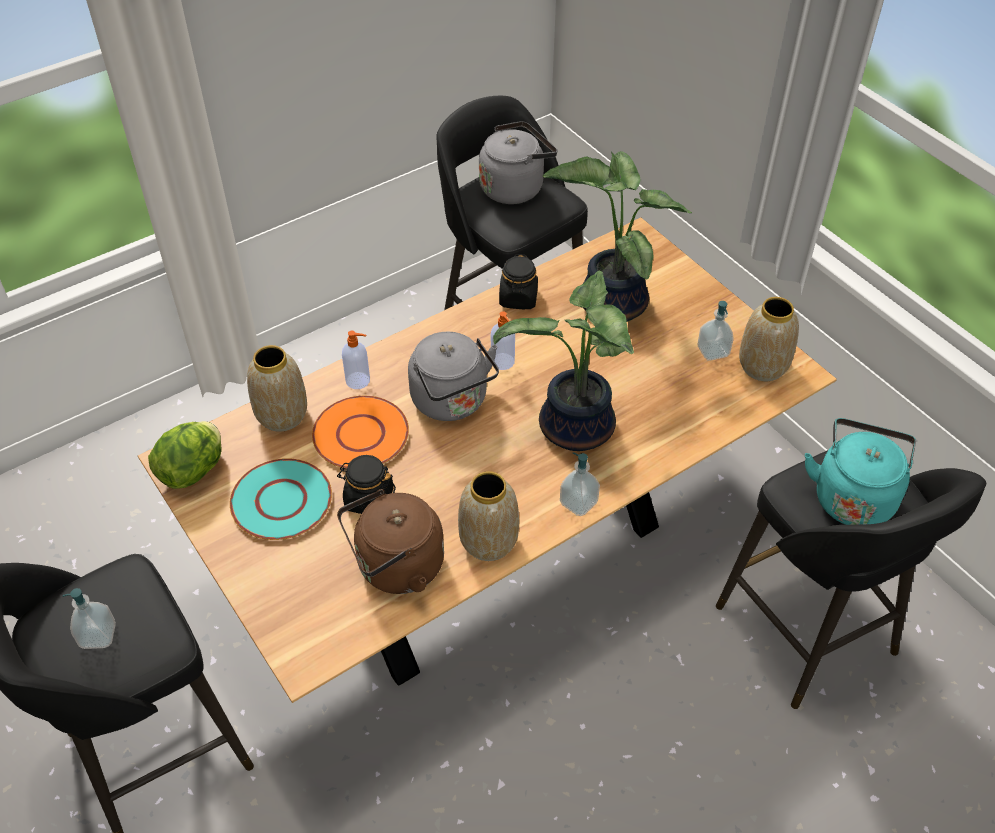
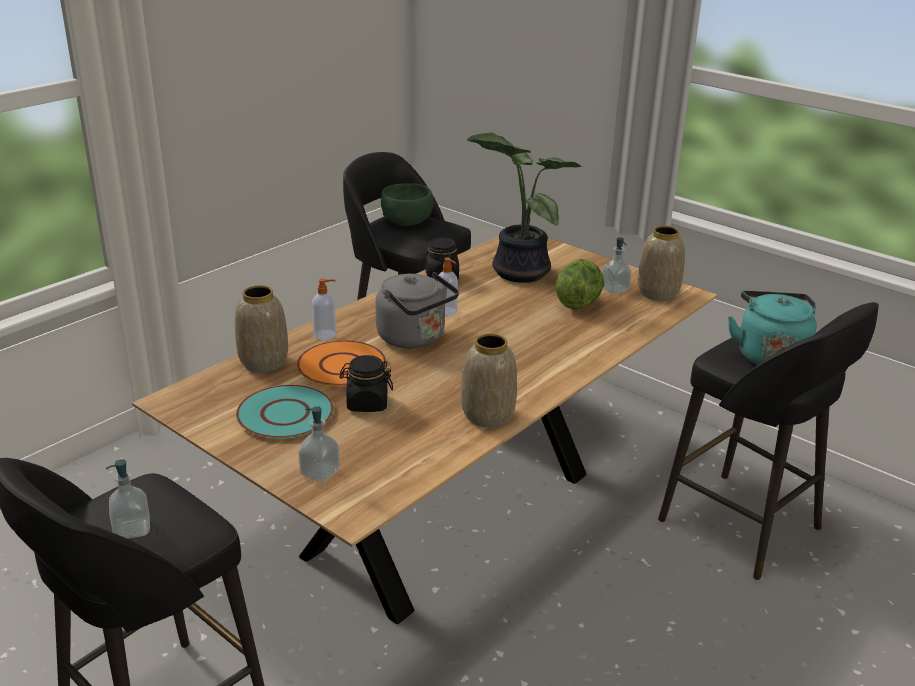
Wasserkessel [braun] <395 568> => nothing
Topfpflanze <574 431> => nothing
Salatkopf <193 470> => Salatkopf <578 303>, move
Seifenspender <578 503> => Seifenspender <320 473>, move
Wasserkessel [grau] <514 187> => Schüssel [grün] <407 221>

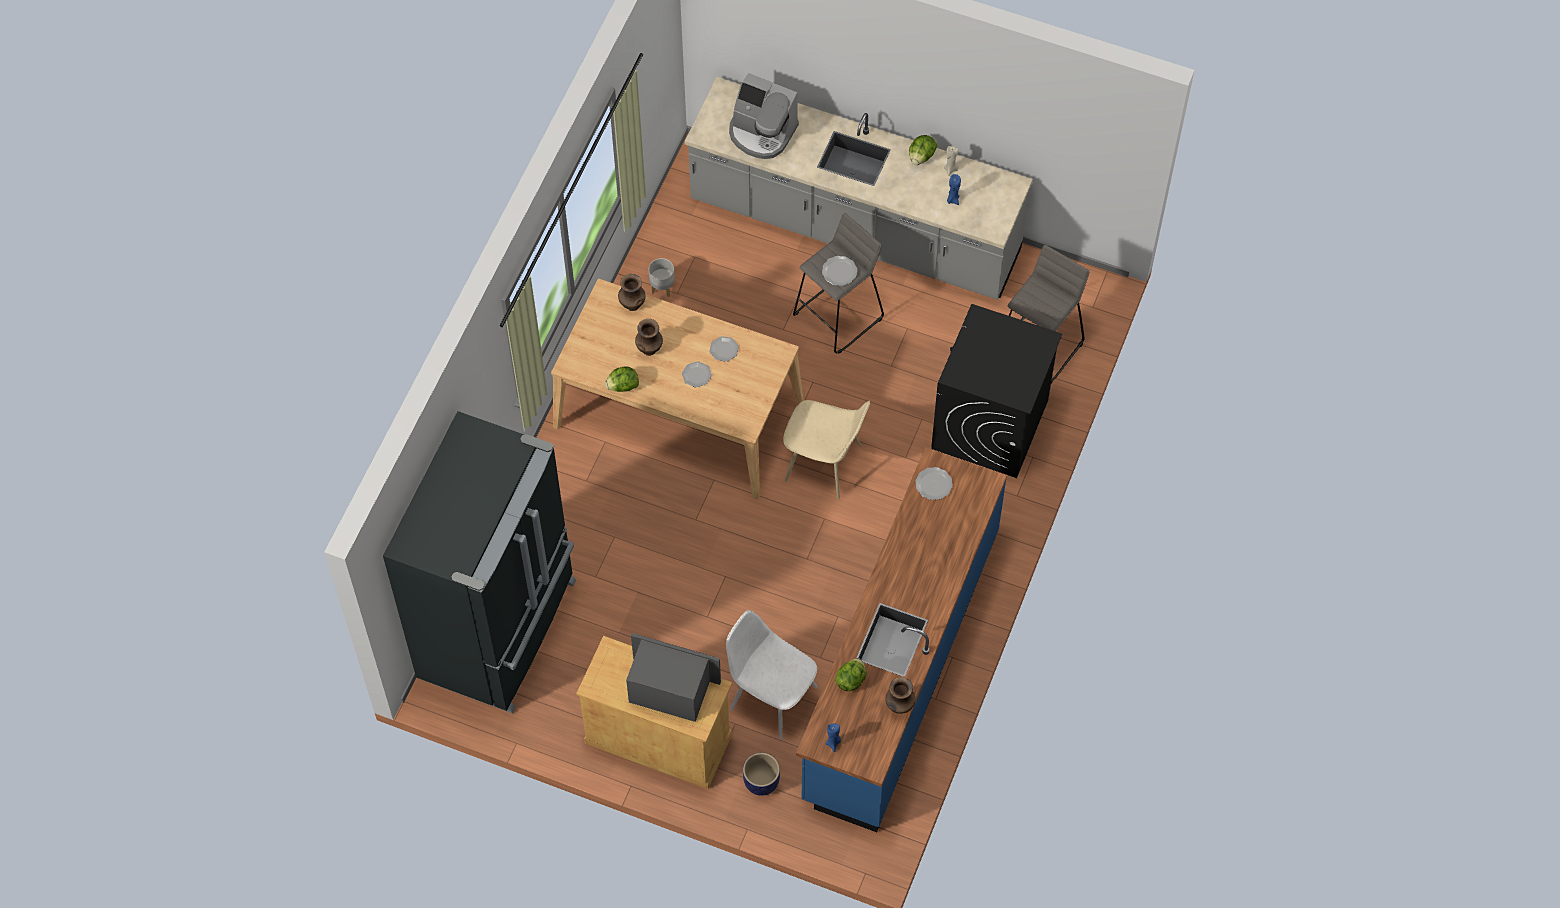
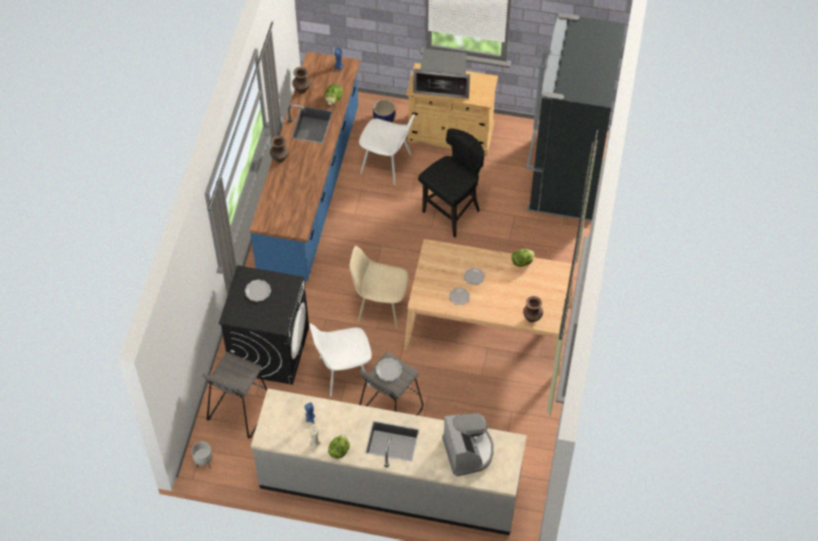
nothing => Stuhl [weiß] <342 372>
nothing => Hocker [schwarz] <451 214>
Vase [braun] <649 349> => Vase [braun] <280 159>, move
Pflanzkübel [grau] <662 287> => Pflanzkübel [grau] <204 462>, move
Teller <933 484> => Teller <258 291>, move
Kaffeemaschine <762 132> => Kaffeemaschine <468 451>, 60 degrees clockwise

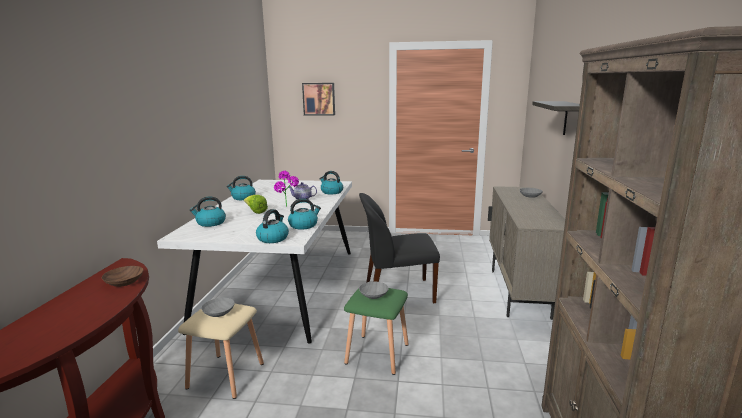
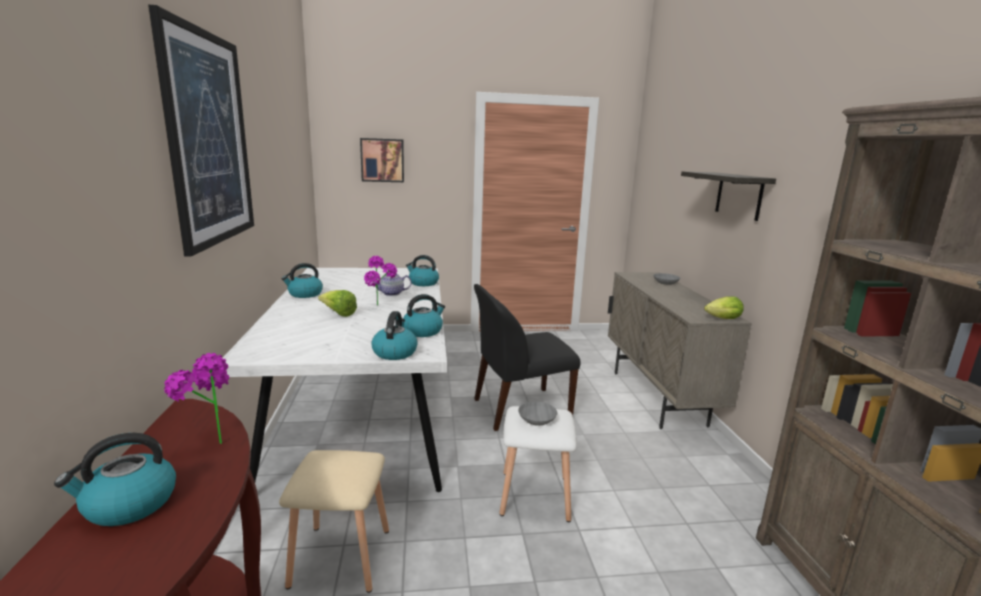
Schüssel [grau] <218 312> => nothing
nothing => Bild <209 139>
nothing => Salatkopf <721 319>
Wasserkessel <210 223> => Wasserkessel <129 505>, move
Schüssel [braun] <123 282> => Topfpflanze <209 442>
Hocker [grün] <377 354> => Hocker [weiß] <535 496>

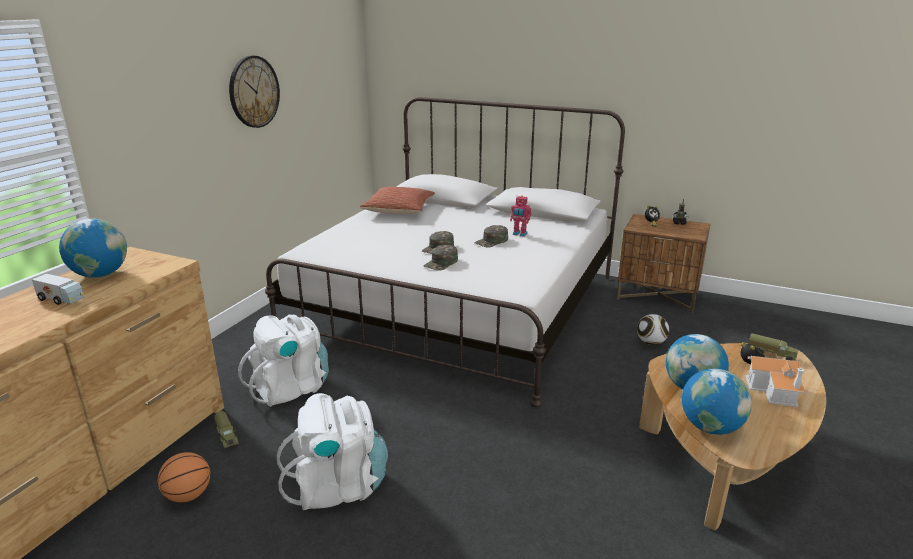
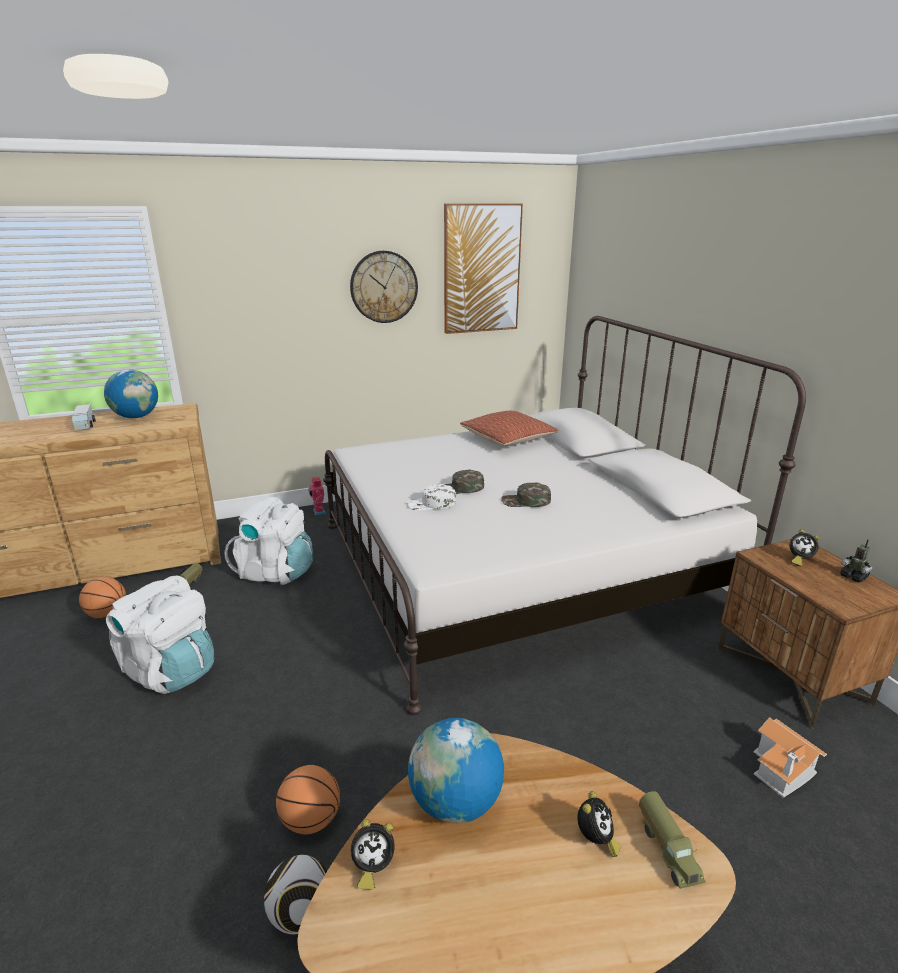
nothing => Basketball <311 820>
nothing => Bild <481 269>
Spielzeugroboter <519 234> => Spielzeugroboter <318 512>, move
Fußball <651 342> => Fußball <302 914>, move
Spielzeughaus <775 390> => Spielzeughaus <783 770>, move
Globus <710 427> => Wecker <372 867>
Kappe [grün] <441 263> => Kappe [weiß] <431 504>

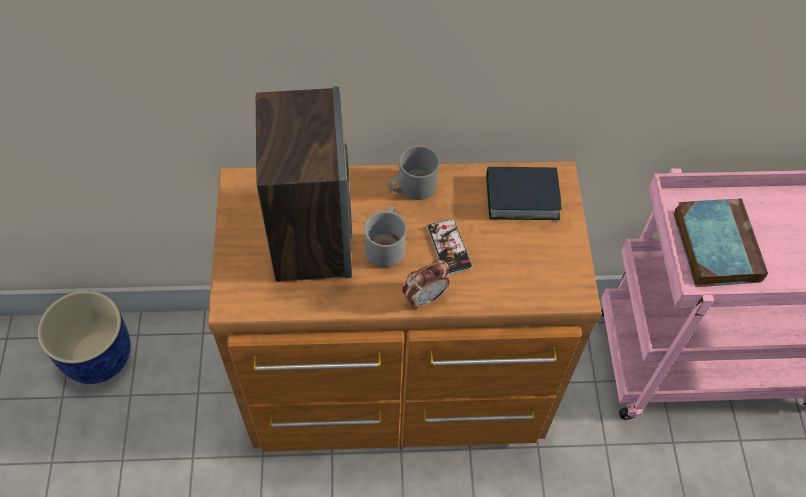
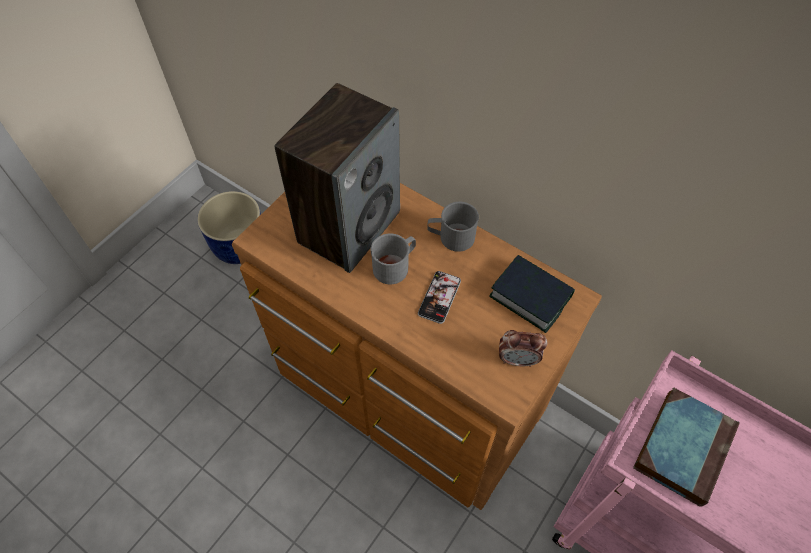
Wecker <425 298> => Wecker <517 359>, move

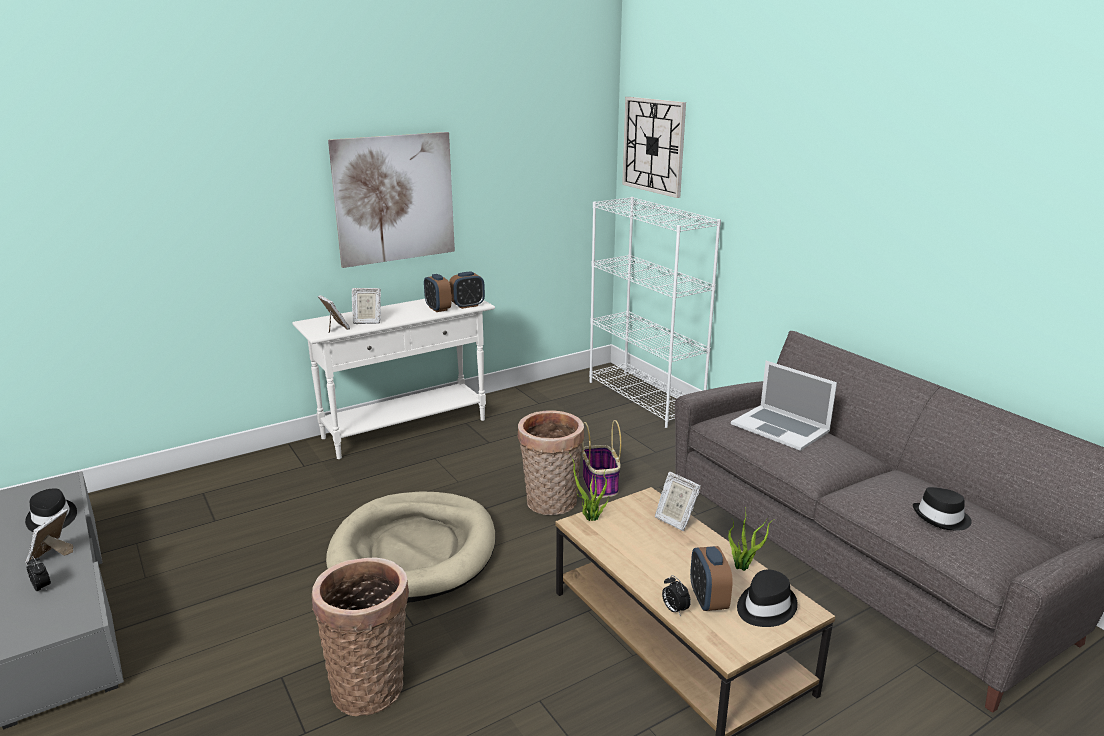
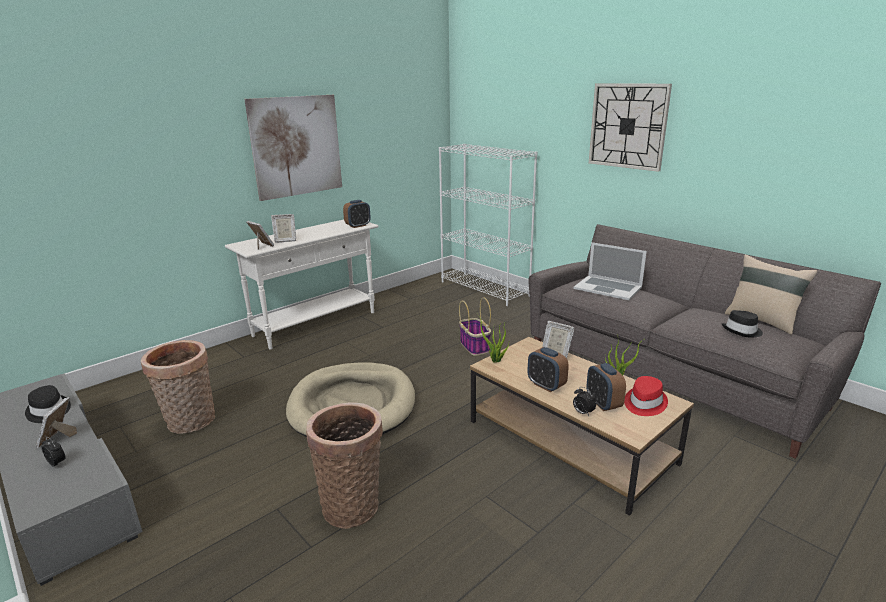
nothing => Kissen [beige] <762 320>
Wecker <438 308> => Wecker <546 385>, move
Korb <551 504> => Korb <190 423>, move
Wanduhr <653 146> => Wanduhr <628 126>, move
Hut [schwarz] <764 607> => Hut [rot] <644 403>

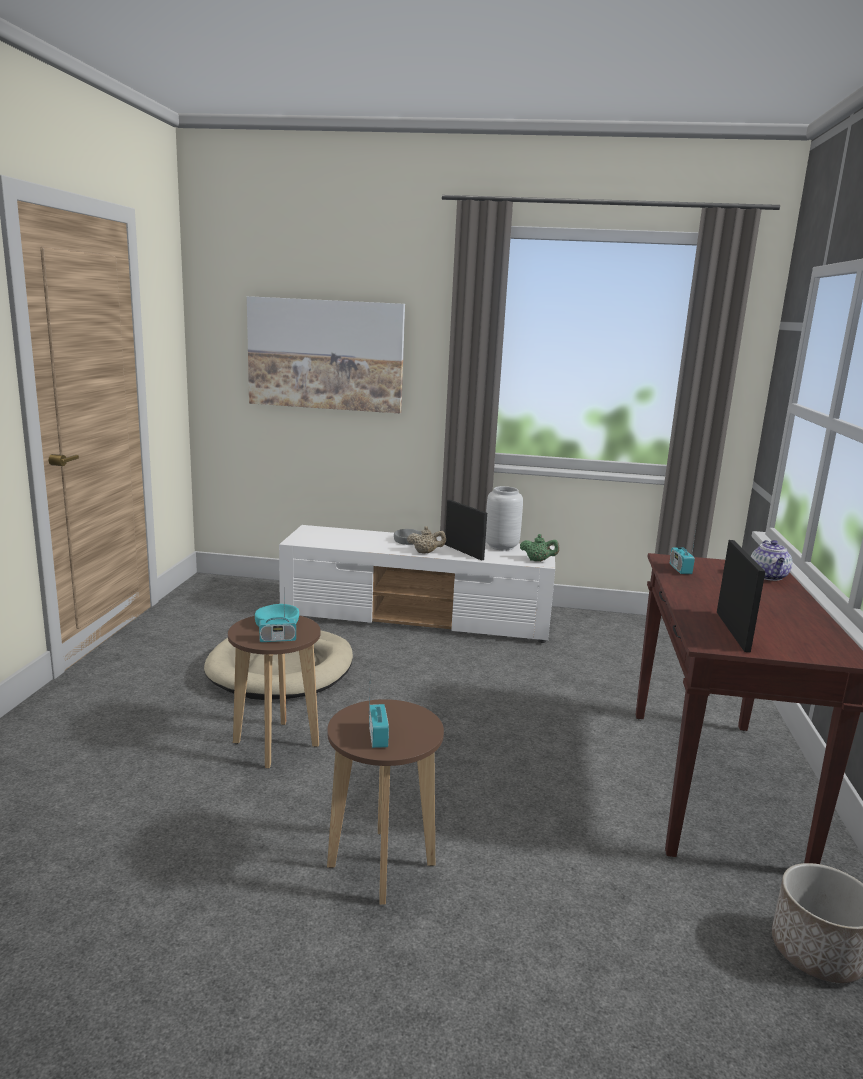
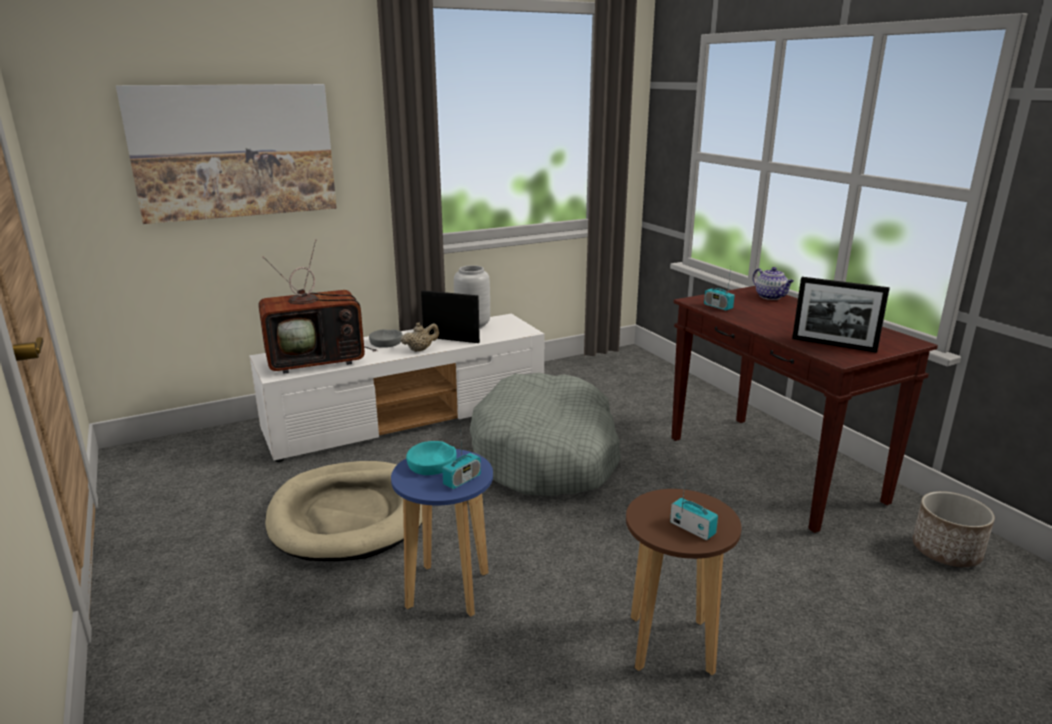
Teekanne [grün] <538 560> => nothing
nothing => Fernseher <318 360>
nothing => Hundebett [grau] <546 455>
Hocker [braun] <276 744> => Hocker [blau] <448 590>
Bilderrahmen <732 631> => Bilderrahmen <833 345>, 150 degrees clockwise

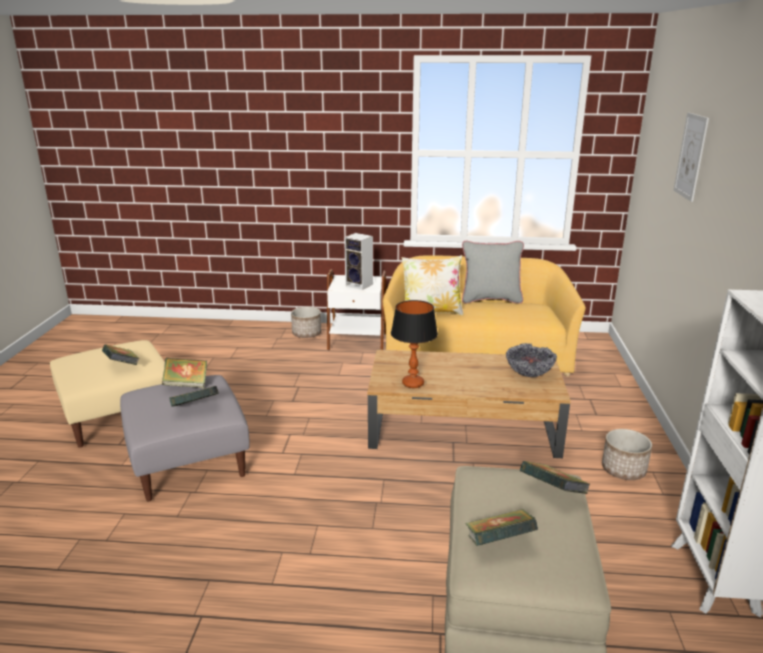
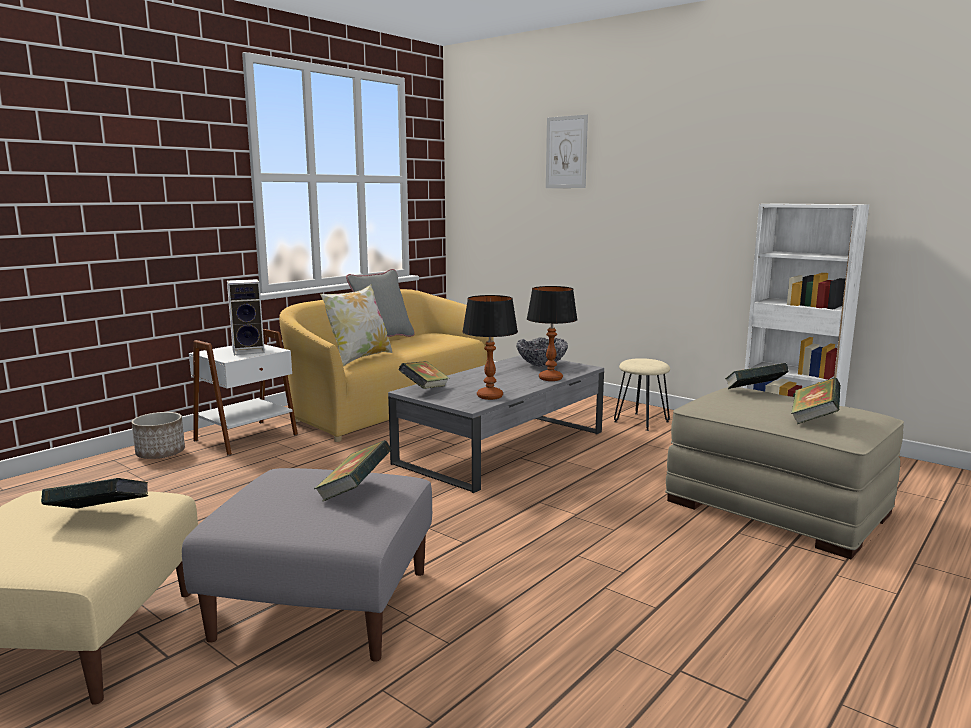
nothing => Tischlampe <550 378>
Buch <186 384> => Buch <425 389>, move
Pflanzkübel <624 470> => Hocker [beige] <641 421>
Couchtisch [braun] <464 427> => Couchtisch [grau] <503 447>

